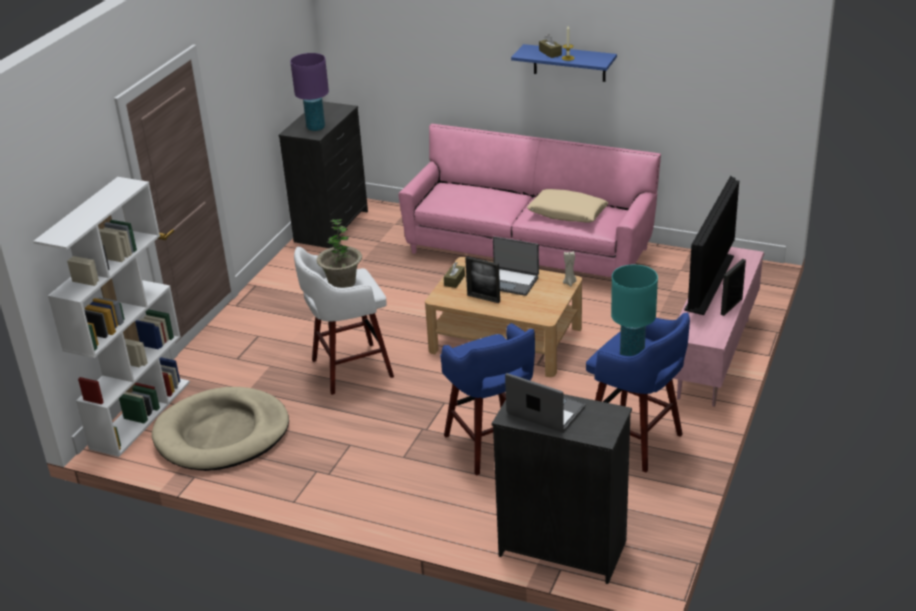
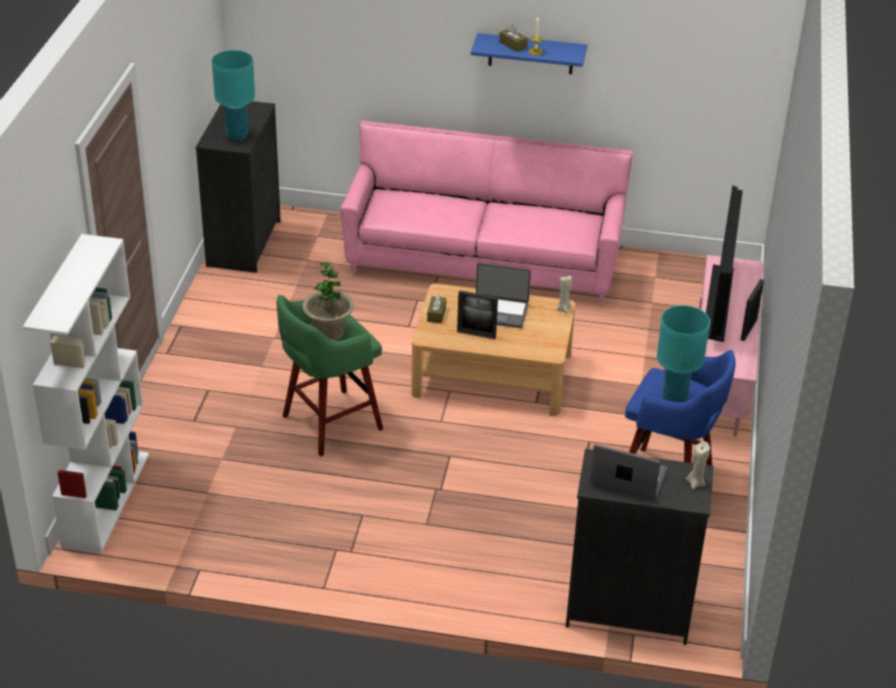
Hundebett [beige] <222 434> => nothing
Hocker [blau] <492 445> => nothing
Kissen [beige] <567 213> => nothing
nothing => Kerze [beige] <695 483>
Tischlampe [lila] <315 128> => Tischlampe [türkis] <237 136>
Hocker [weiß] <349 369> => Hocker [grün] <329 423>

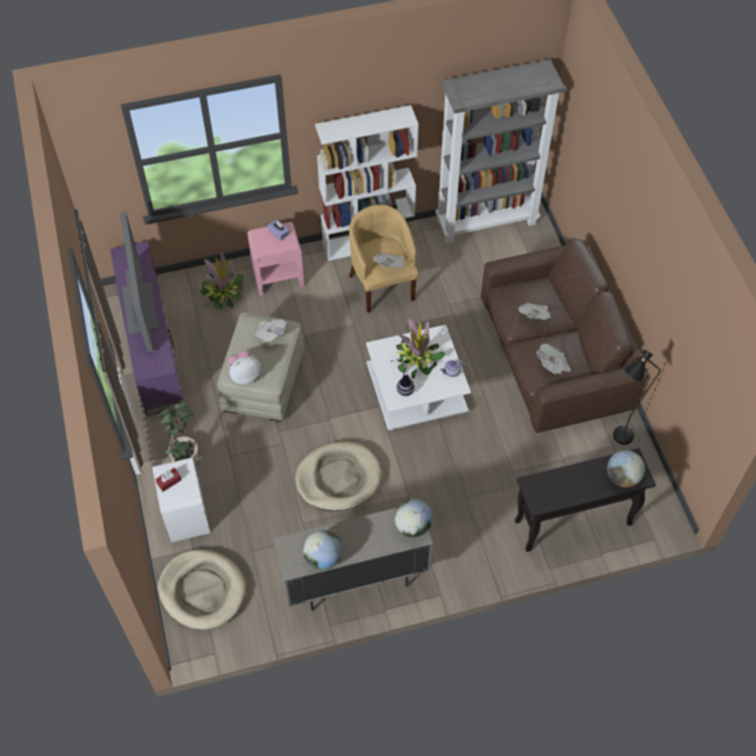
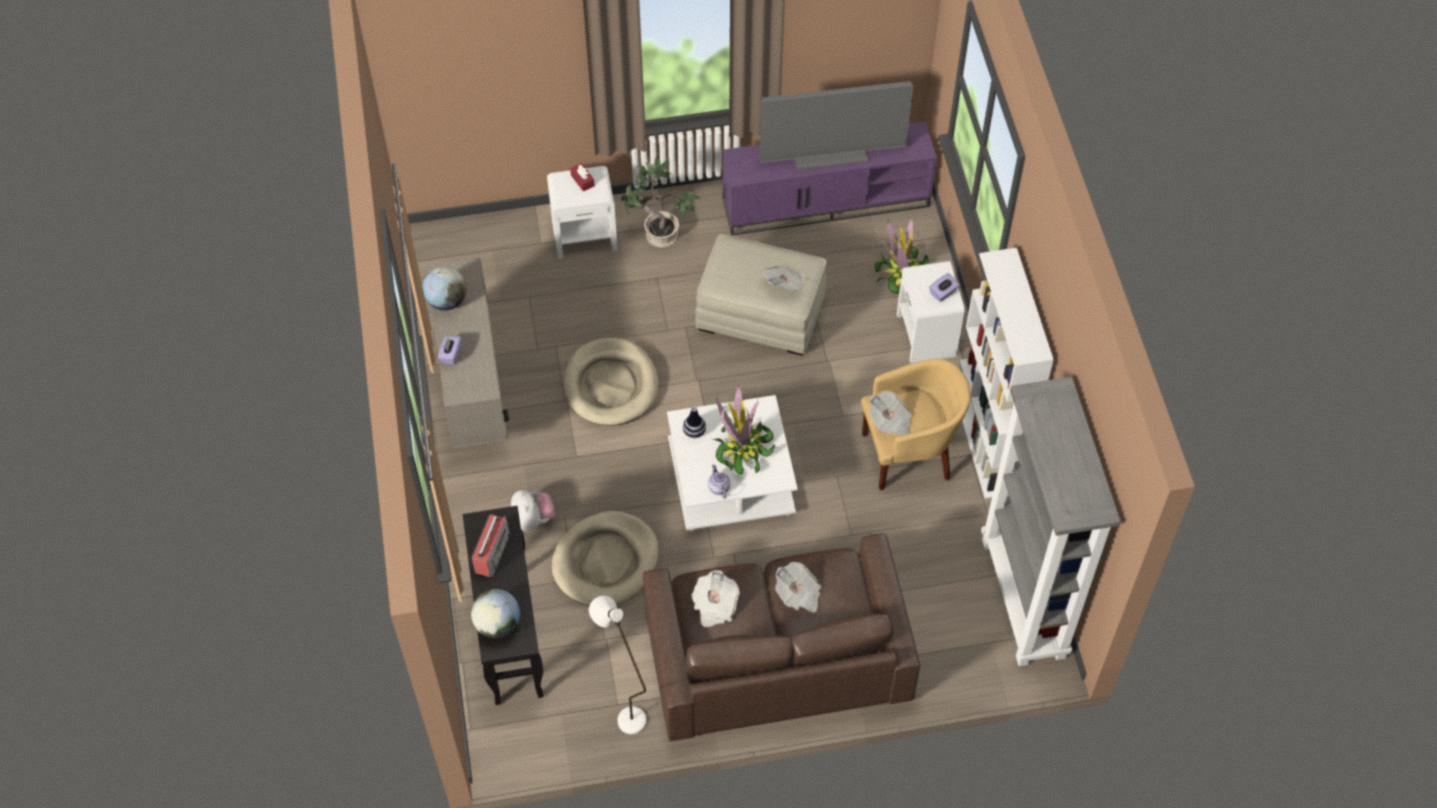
Globus <412 526> => nothing
nothing => Taschentuchbox [lila] <451 355>
nothing => Radio <492 552>
Hundebett [beige] <202 590> => Hundebett [beige] <606 562>, move
Plüschtier <245 375> => Plüschtier <532 520>, move
Nachttisch [rosa] <278 277> => Nachttisch [weiß] <926 335>
Stehlampe [schwarz] <618 440> => Stehlampe [weiß] <624 713>

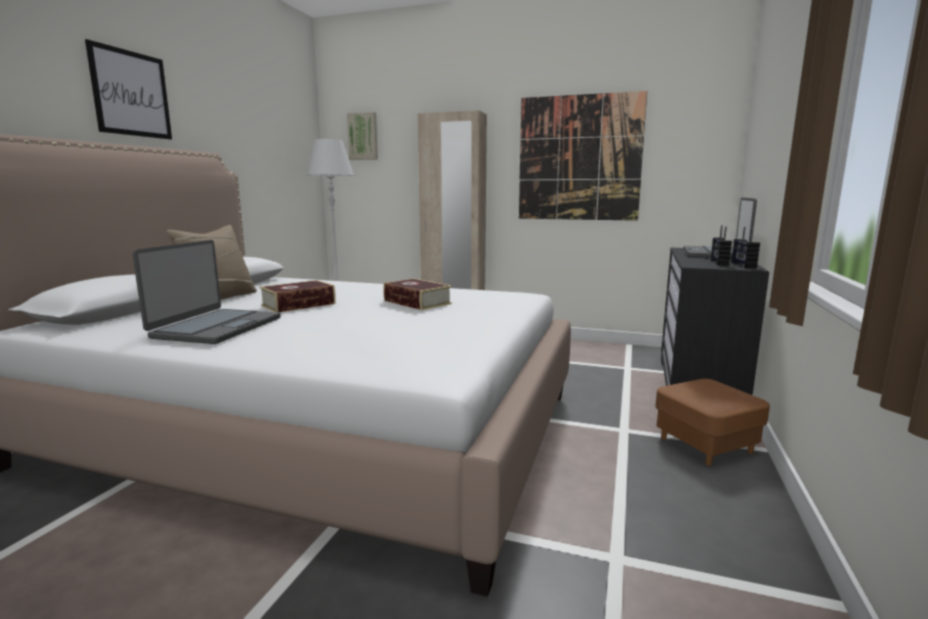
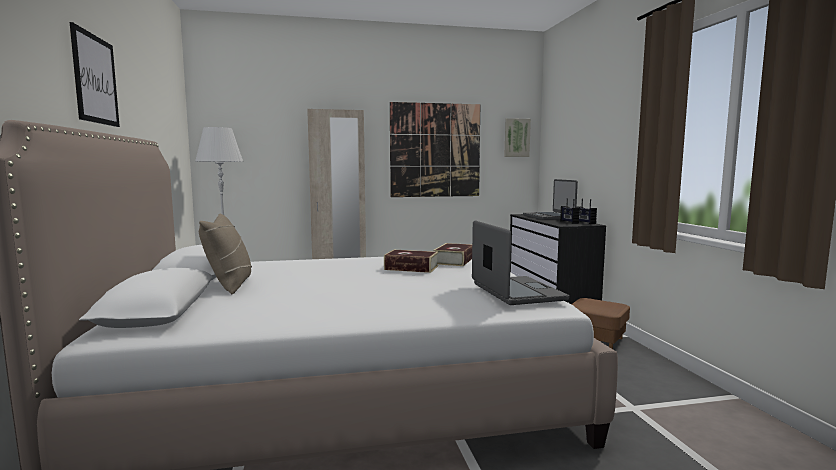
Laptop <216 327> => Laptop <516 292>, move
Buch <298 304> => Buch <454 261>, move
Bild <363 136> => Bild <516 138>, move

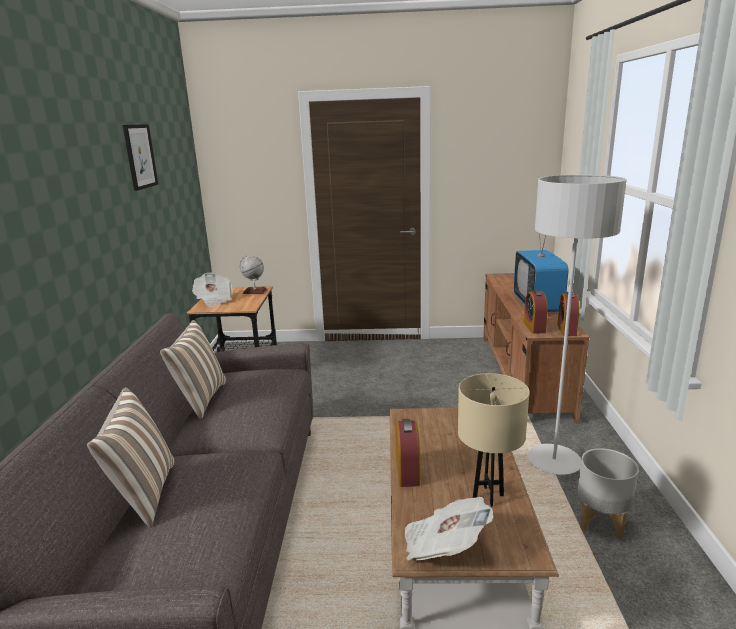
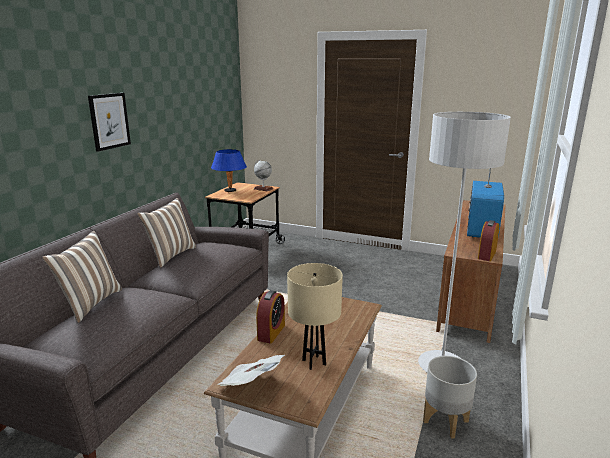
Wecker <534 327> => nothing
Bild <140 156> => Bild <109 121>, move
Zeitung <214 300> => Tischlampe [blau] <230 191>

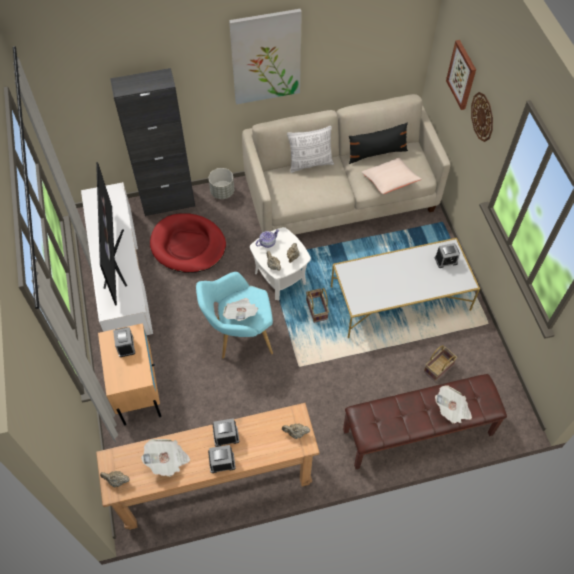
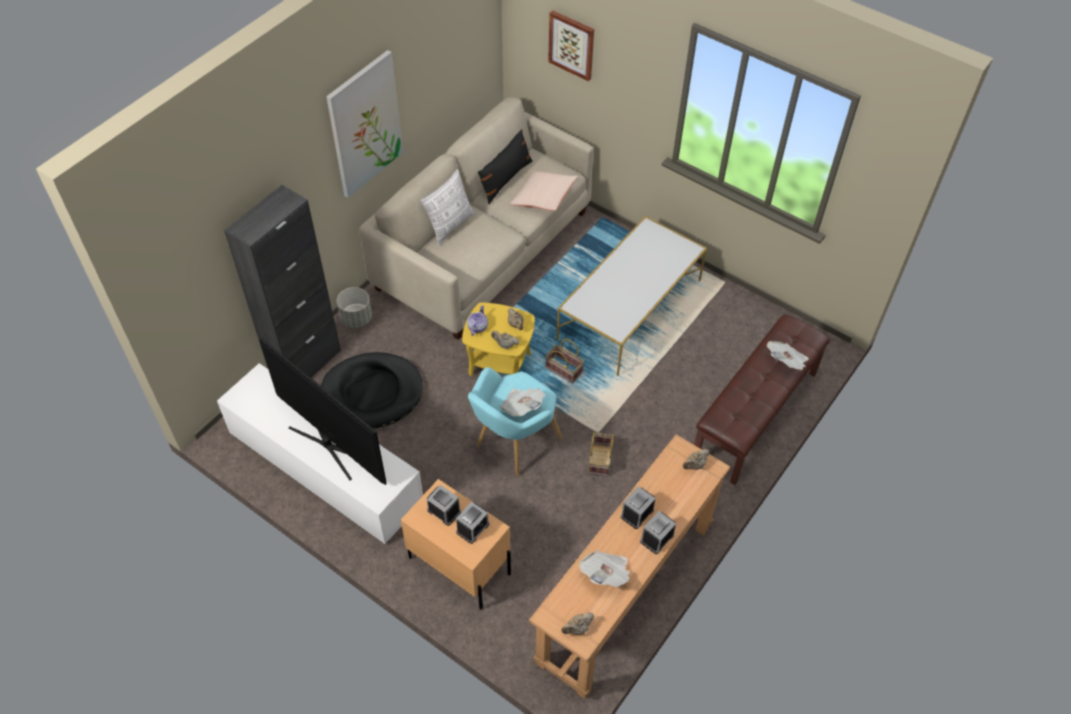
Wanduhr <482 117> => nothing
Korb <438 369> => Korb <600 461>, move
Wecker <446 260> => Wecker <473 528>, move
Hundebett [rot] <188 245> => Hundebett [schwarz] <372 393>
Beistelltisch [weiß] <280 277> => Beistelltisch [gelb] <499 364>

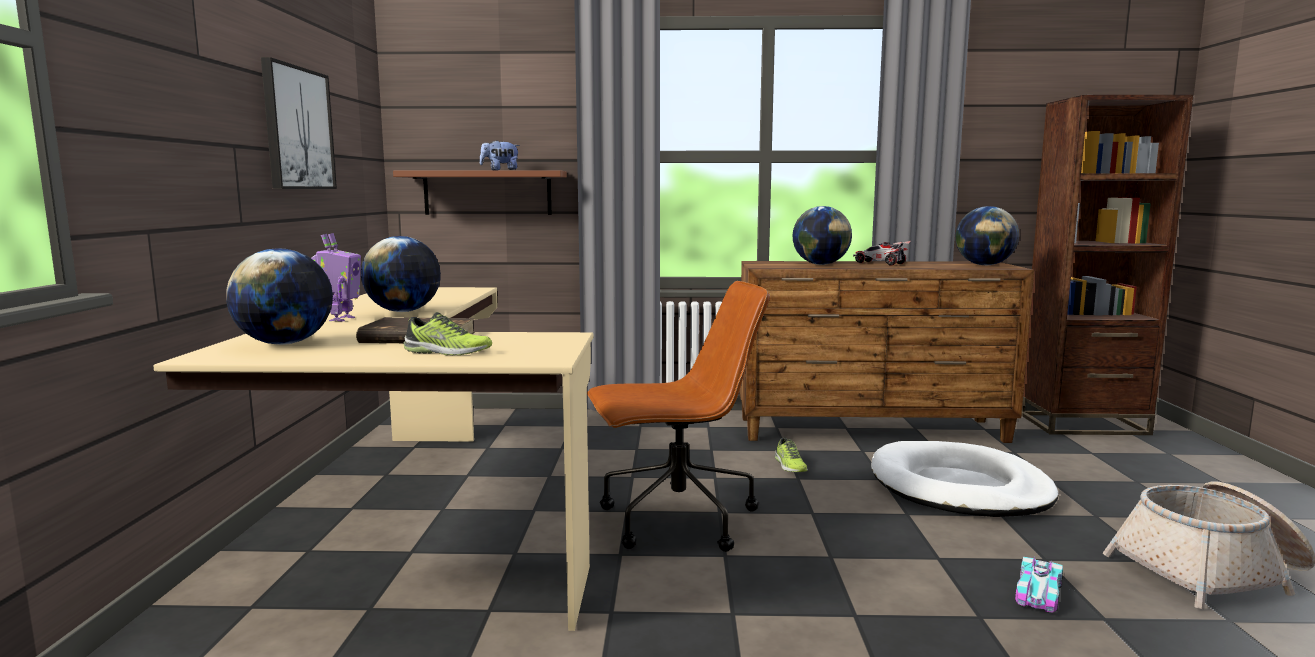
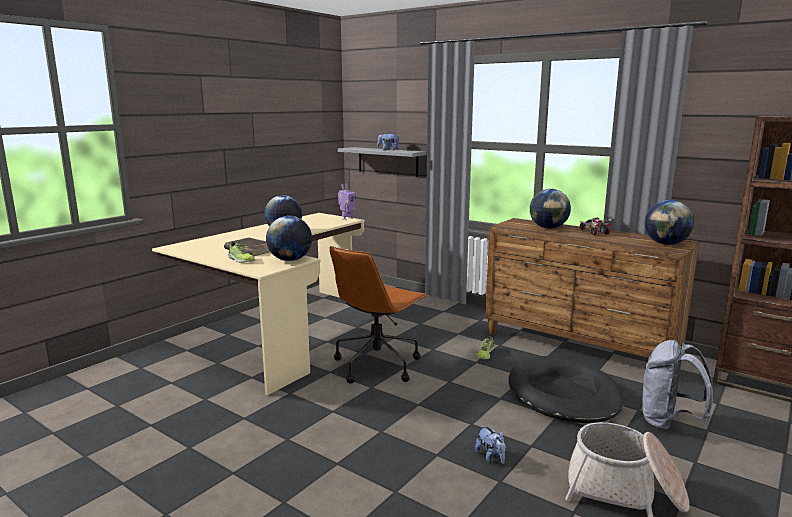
Bild <297 129> => nothing
nothing => Rucksack [grau] <669 423>
Globus <285 343> => Globus <290 260>, move
Spielzeugroboter <340 319> => Spielzeugroboter <347 219>, move
Spielzeugauto <1038 592> => Plüschtier <491 457>
Wandregal [braun] <487 193> => Wandregal [grau] <387 161>
Hundebett [weiß] <959 487> => Hundebett [schwarz] <564 394>
Bürostuhl [braun] <676 520> => Bürostuhl [braun] <377 364>, 105 degrees clockwise

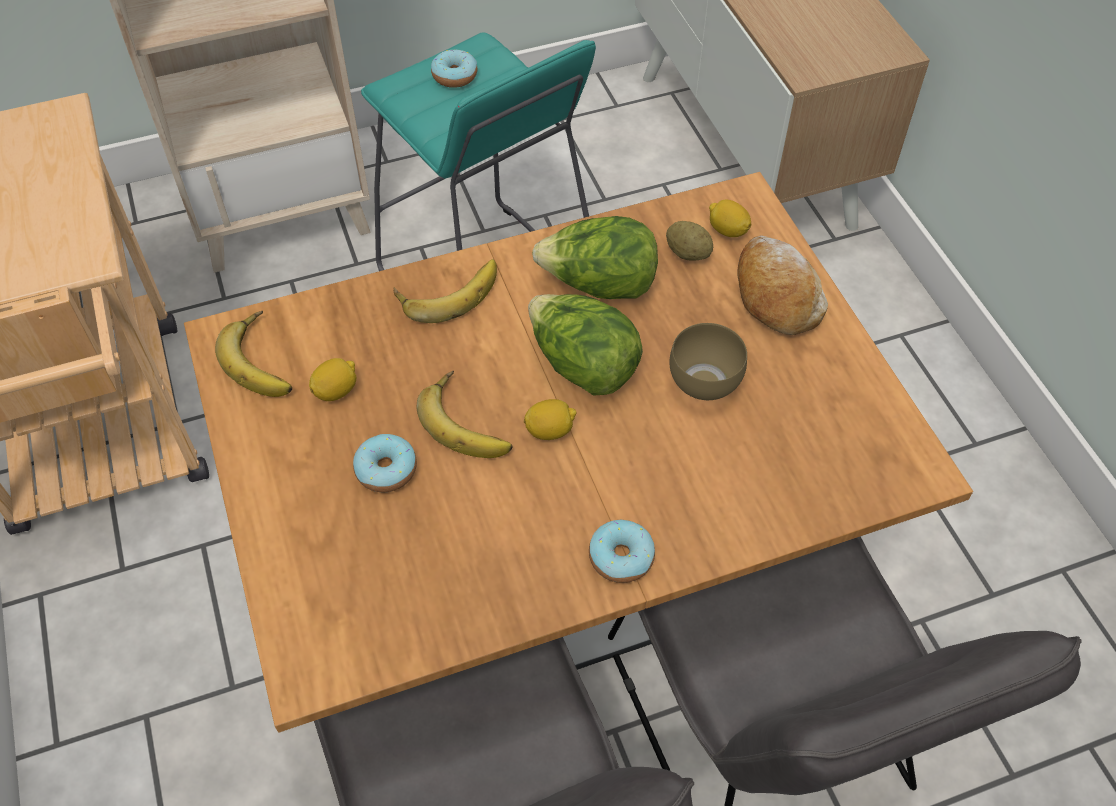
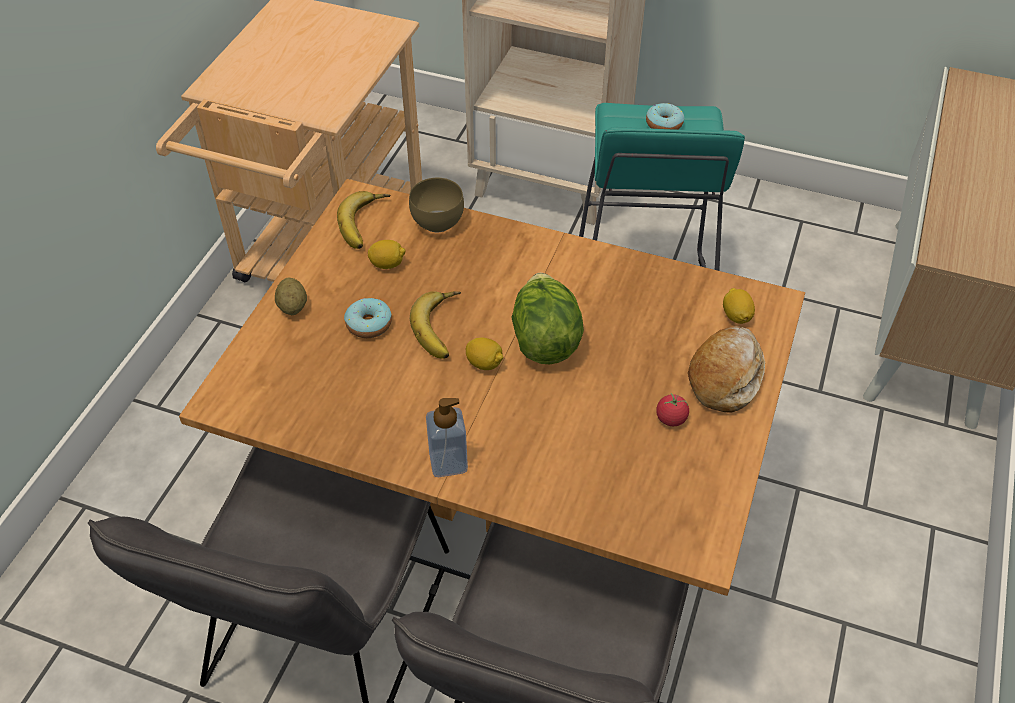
Banane <448 291> => nothing
Salatkopf <599 286> => nothing
nothing => Tomate <671 418>
Kartoffel <687 253> => Kartoffel <293 307>, move
Schüssel [braun] <707 383> => Schüssel [braun] <438 224>, move
Donut <621 557> => Seifenspender <448 462>

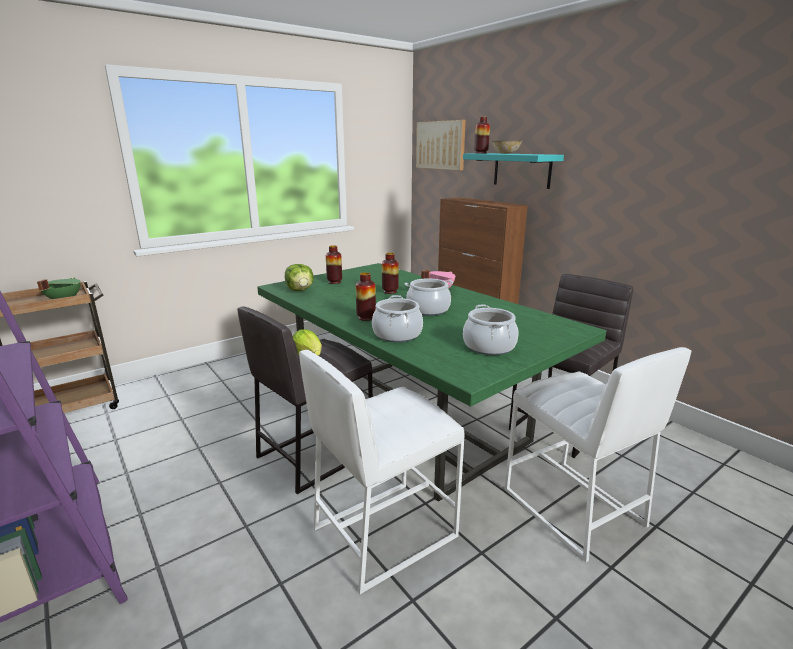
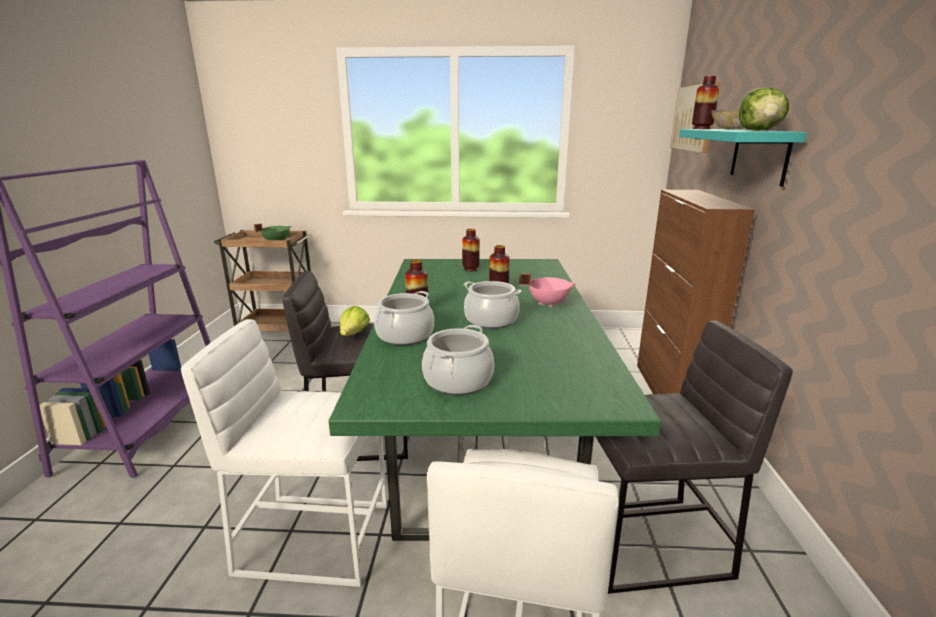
Salatkopf <300 290> => Salatkopf <760 130>, move

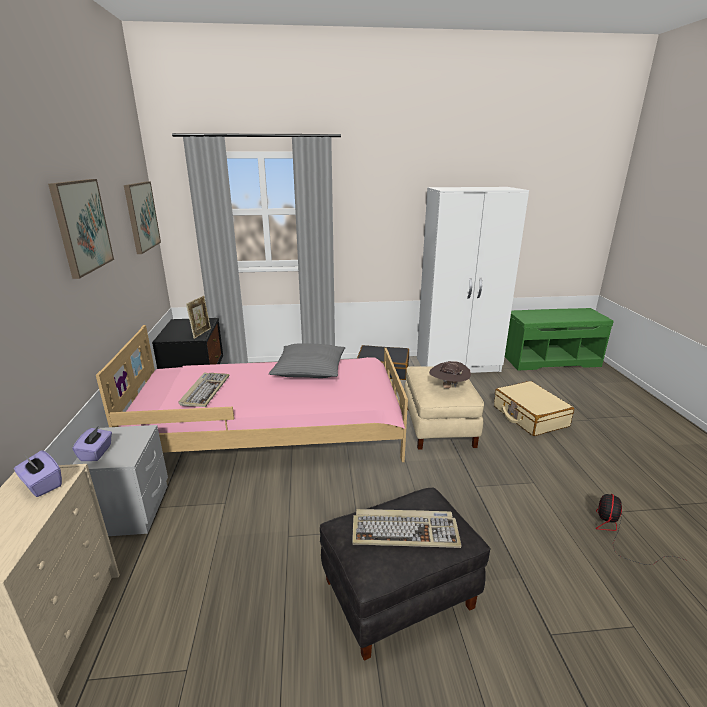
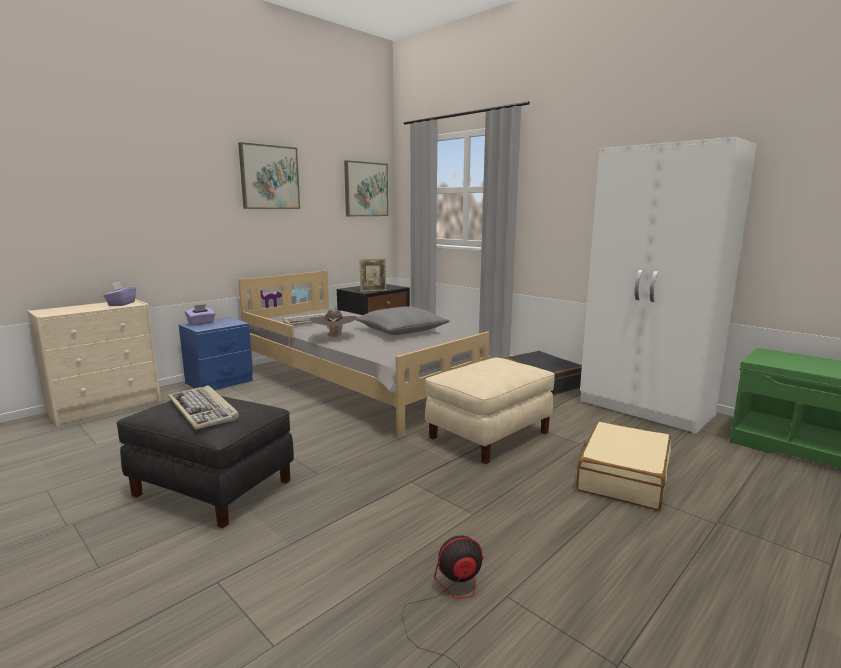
Hut [braun] <448 387> => Hut [braun] <334 337>, move
Nachttisch [grau] <131 510> => Nachttisch [blau] <219 382>
Bett [rosa] <273 433> => Bett [grau] <357 383>

